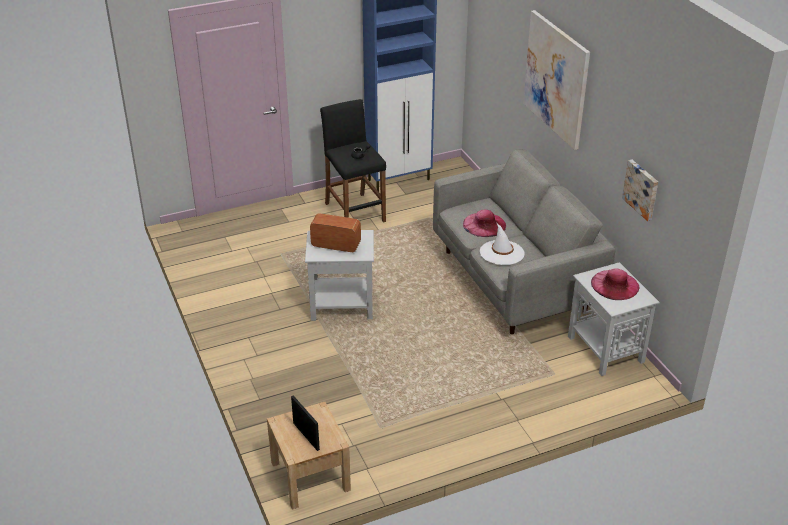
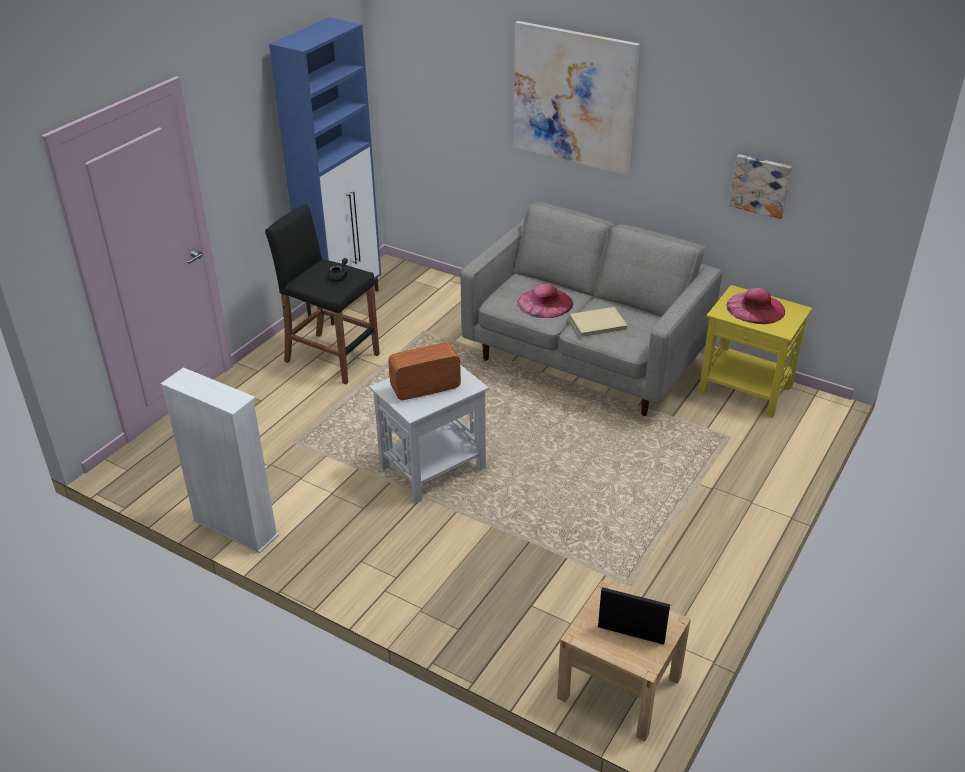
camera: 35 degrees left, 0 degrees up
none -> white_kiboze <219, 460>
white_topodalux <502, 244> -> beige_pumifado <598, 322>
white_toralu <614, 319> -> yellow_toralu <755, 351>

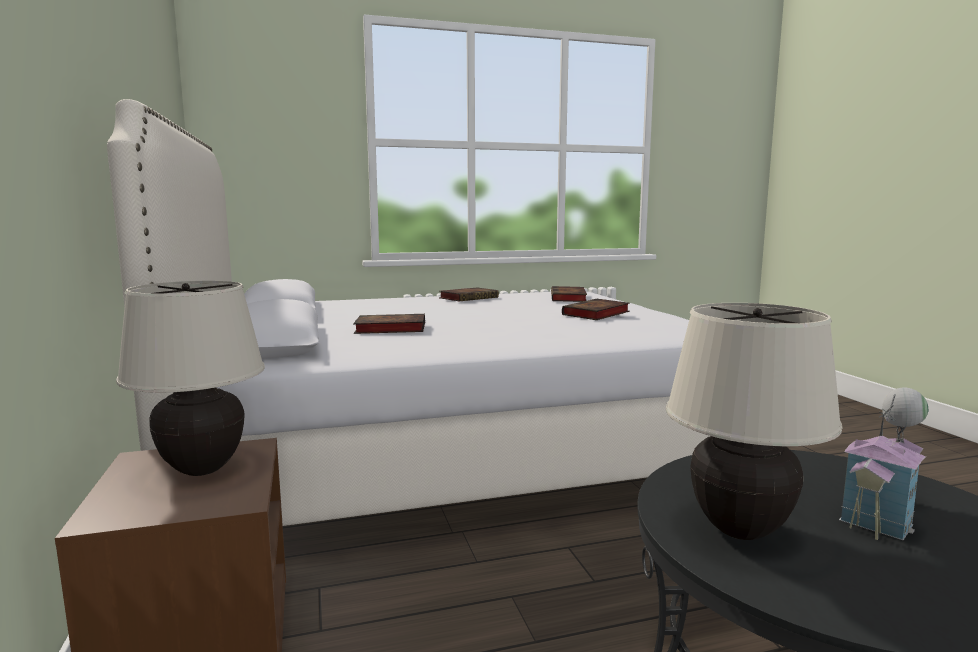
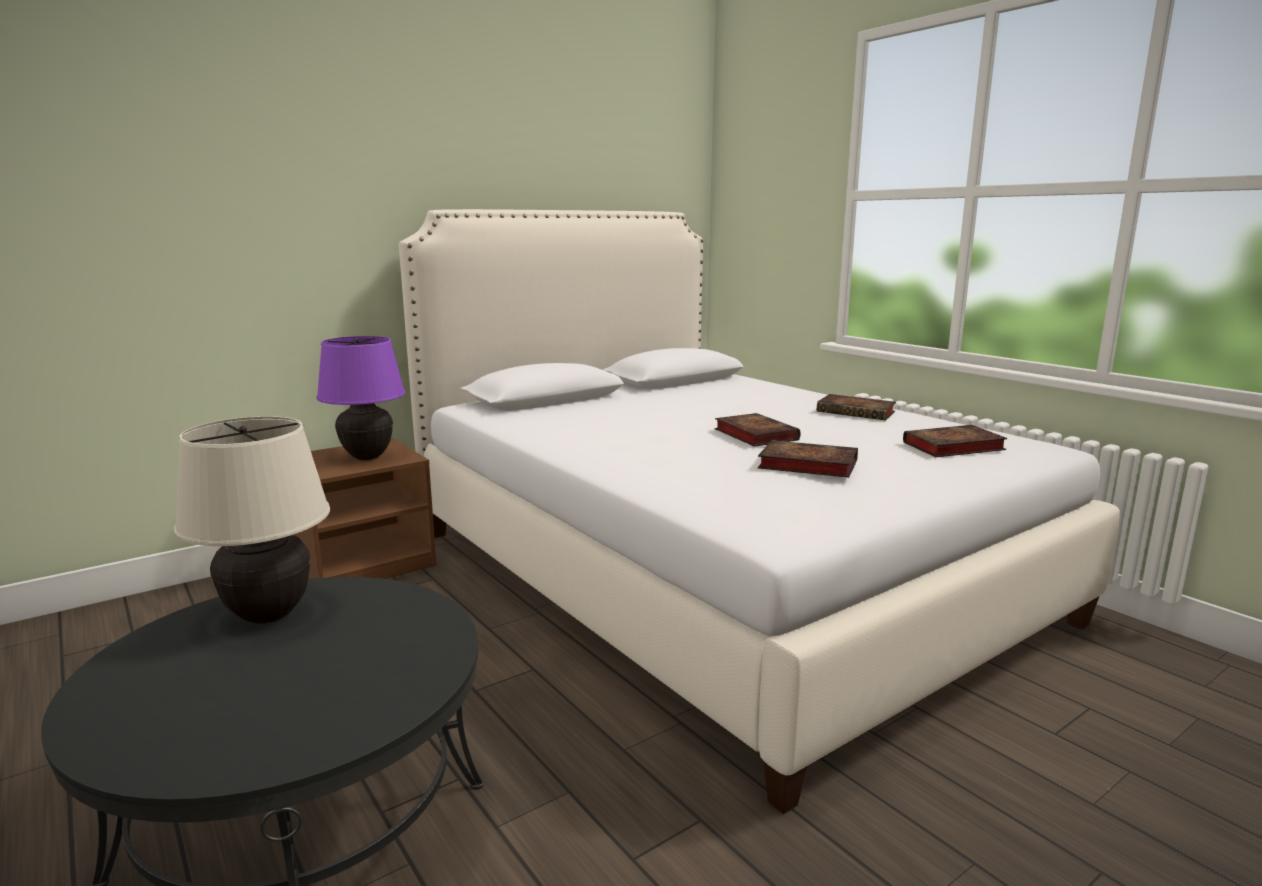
camera: 70 degrees right, 5 degrees up
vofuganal <883, 464> -> none
pumifado <389, 324> -> pumifado <757, 430>, moved
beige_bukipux <190, 378> -> purple_bukipux <360, 398>

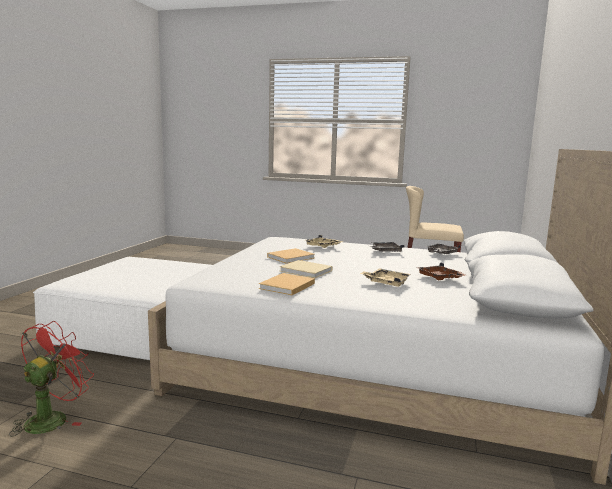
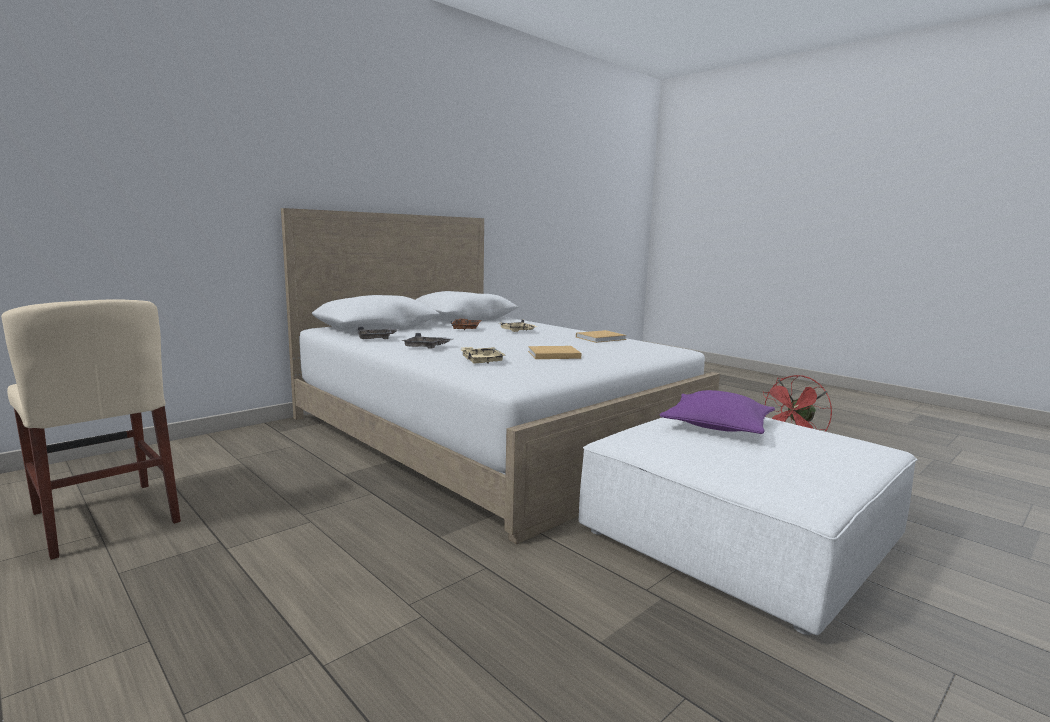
camera: 150 degrees left, 0 degrees up
beige_pumifado <306, 269> -> none
none -> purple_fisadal <717, 412>

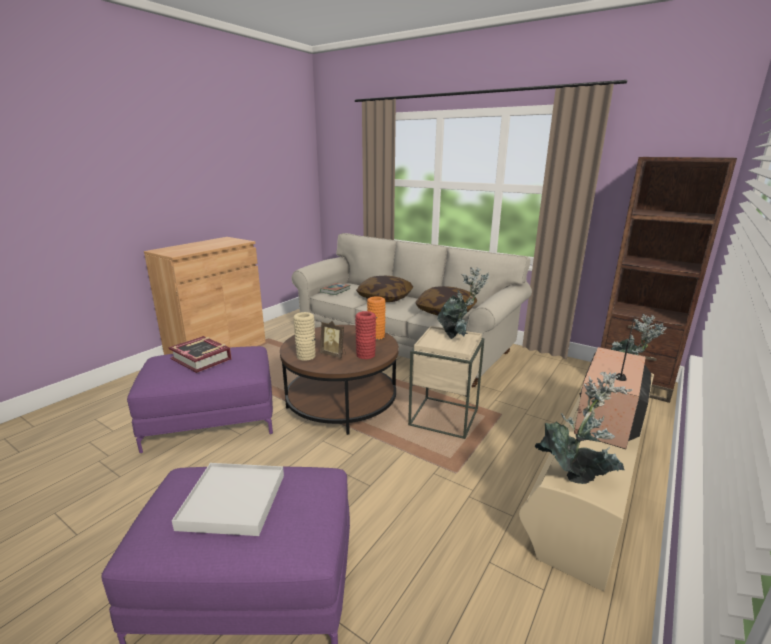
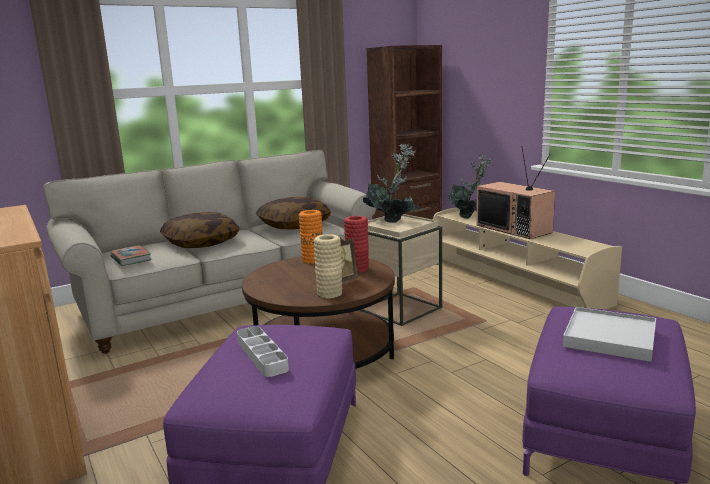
camera: 65 degrees left, 5 degrees down
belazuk <584, 428> -> none
pumifado <200, 354> -> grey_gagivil <263, 351>

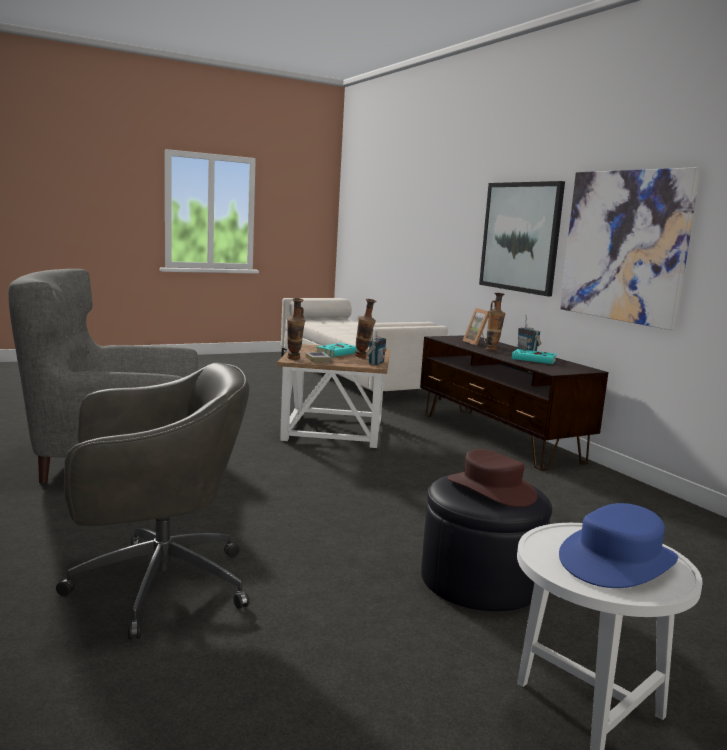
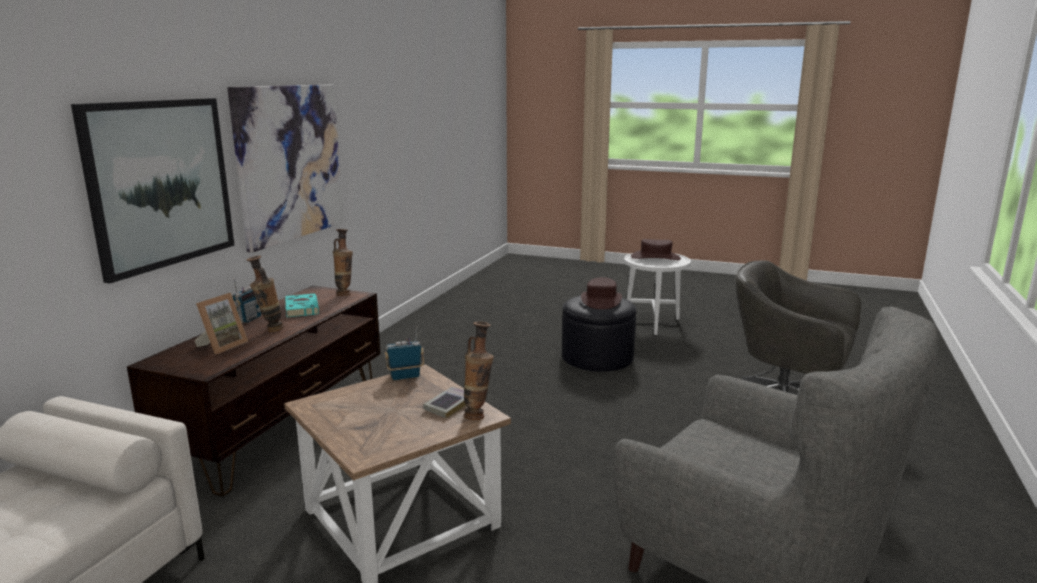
camera: 130 degrees left, 5 degrees up
turquoise_pumifado <337, 350> -> none
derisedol <365, 328> -> derisedol <343, 262>, moved
blue_topodalux <618, 545> -> brown_topodalux <656, 249>

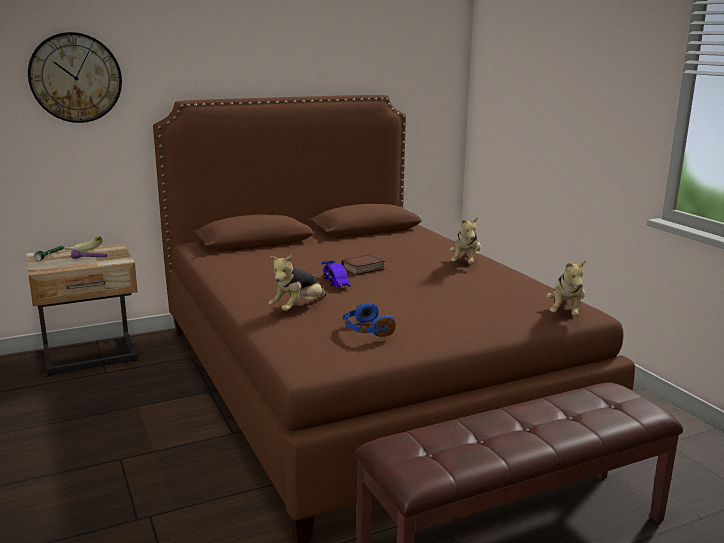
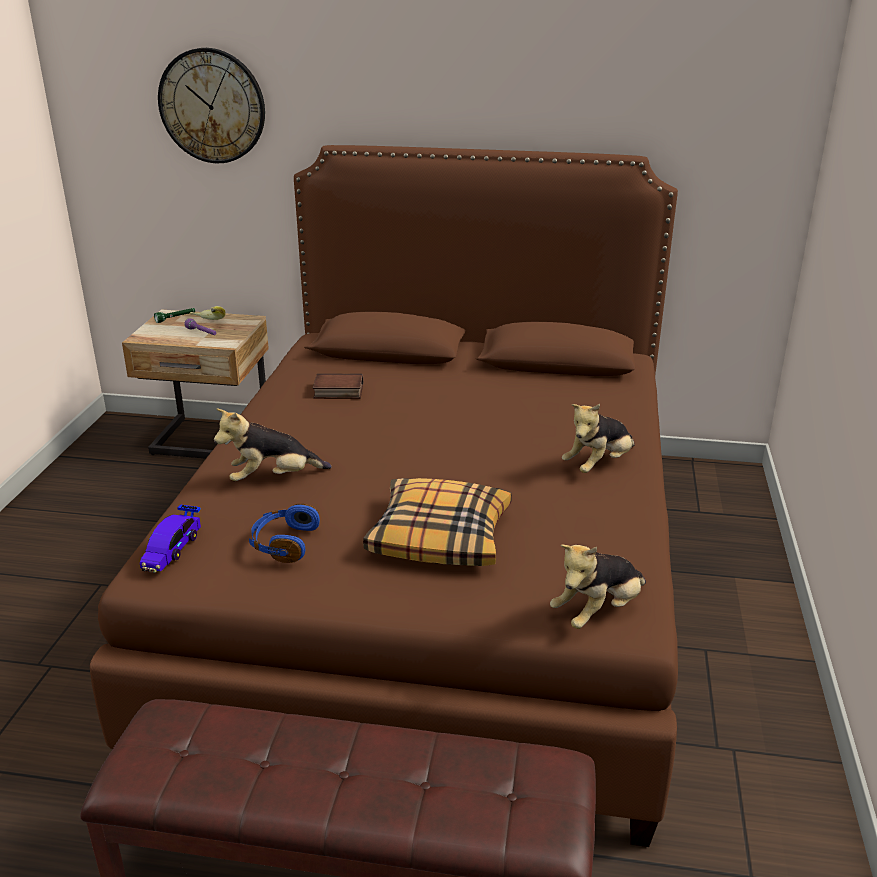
camera: 35 degrees right, 10 degrees up
none -> fisadal <437, 522>
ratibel <336, 274> -> ratibel <170, 538>, moved
pumifado <363, 264> -> pumifado <338, 386>, moved

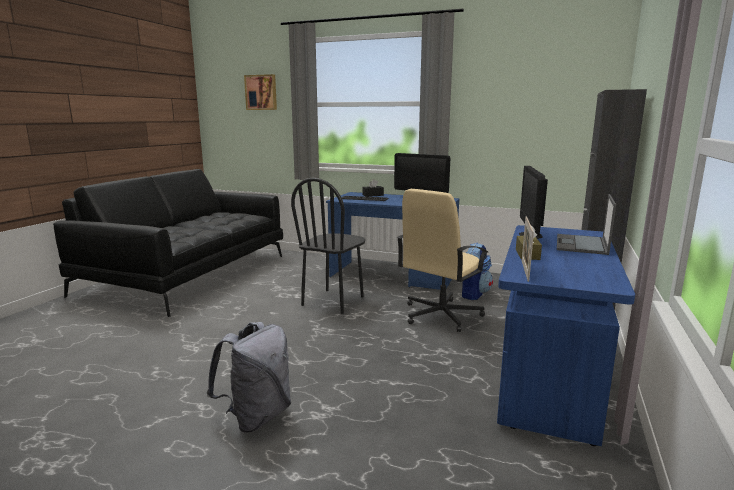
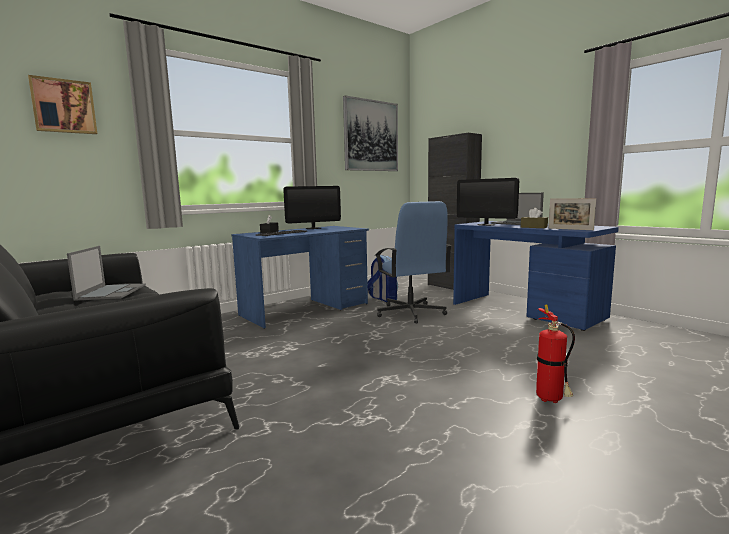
camera: 60 degrees left, 5 degrees down
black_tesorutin <328, 246> -> none
none -> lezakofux <106, 273>
none -> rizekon <370, 133>
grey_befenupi <249, 377> -> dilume <555, 353>
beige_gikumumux <442, 260> -> blue_gikumumux <413, 262>

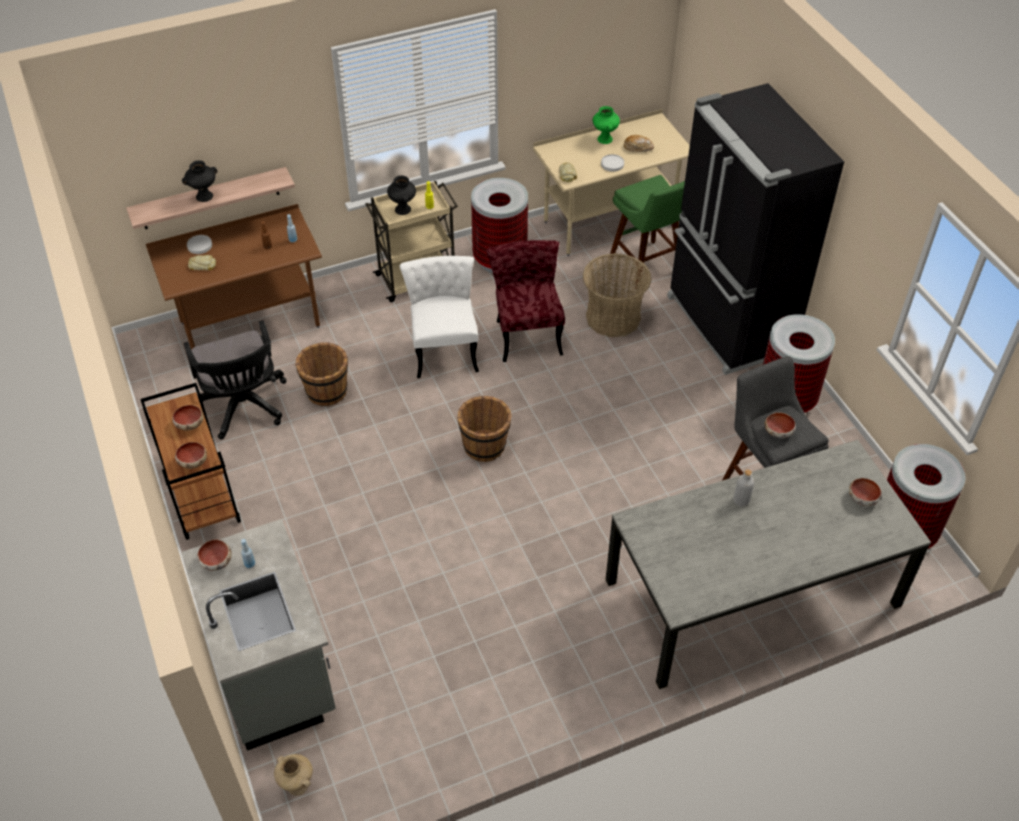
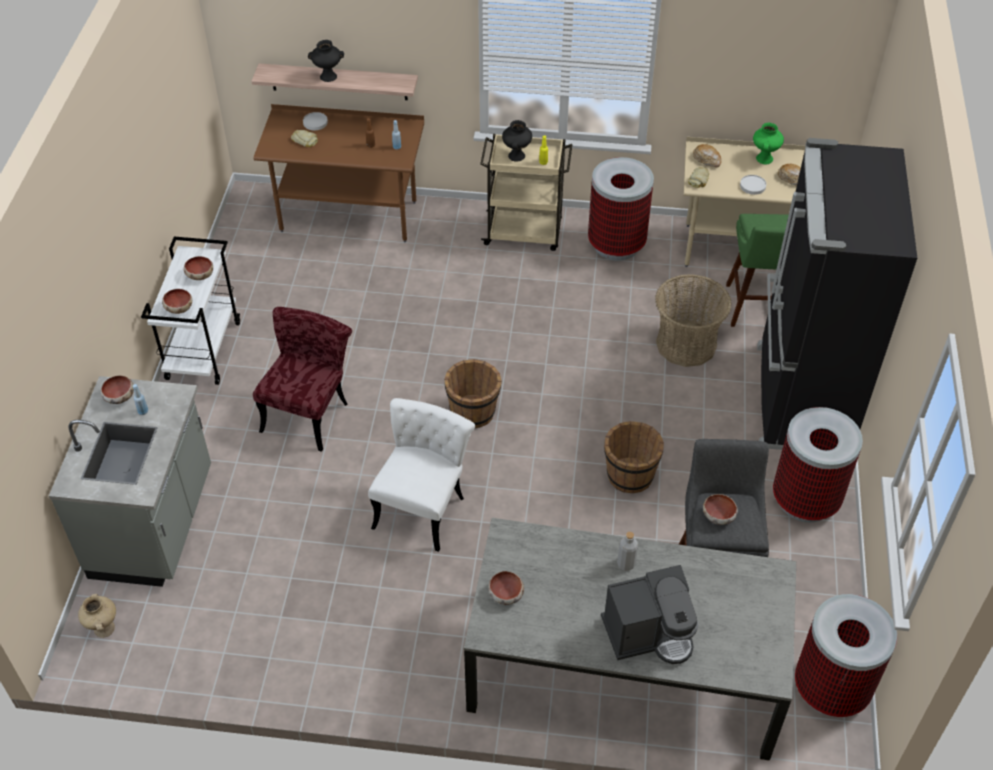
camera: 30 degrees right, 0 degrees up
black_gikumumux <234, 379> -> none
none -> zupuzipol <649, 614>
none -> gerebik <707, 155>
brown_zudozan <321, 374> -> brown_zudozan <634, 457>, moved
white_tesorutin <439, 317> -> white_tesorutin <422, 475>, moved
red_tesorutin <525, 301> -> red_tesorutin <302, 379>, moved
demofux <865, 492> -> demofux <506, 588>, moved
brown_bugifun <190, 461> -> white_bugifun <190, 311>

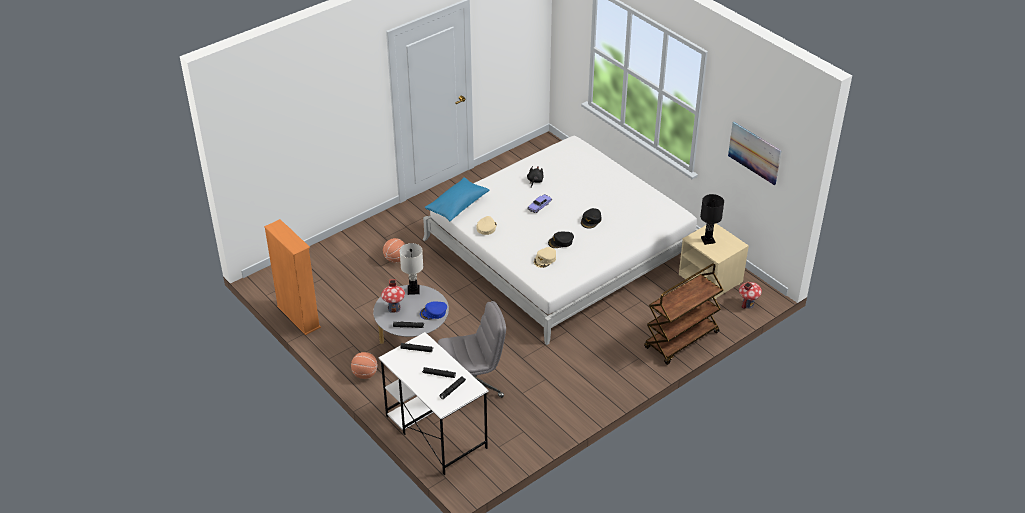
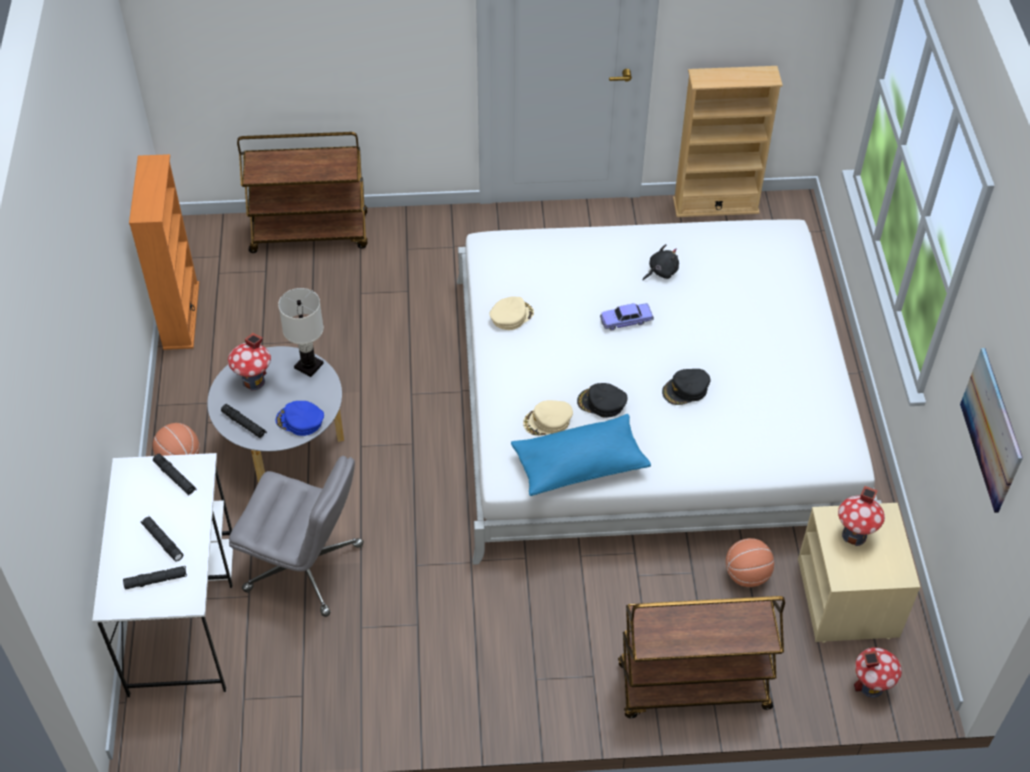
camera: 35 degrees right, 10 degrees up
none -> brown_bugifun <302, 192>
none -> beige_kiboze <728, 141>
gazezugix <394, 250> -> gazezugix <750, 562>, moved
blue_fisadal <457, 199> -> blue_fisadal <581, 455>, moved
black_bukipux <712, 219> -> vofuganal <861, 516>

